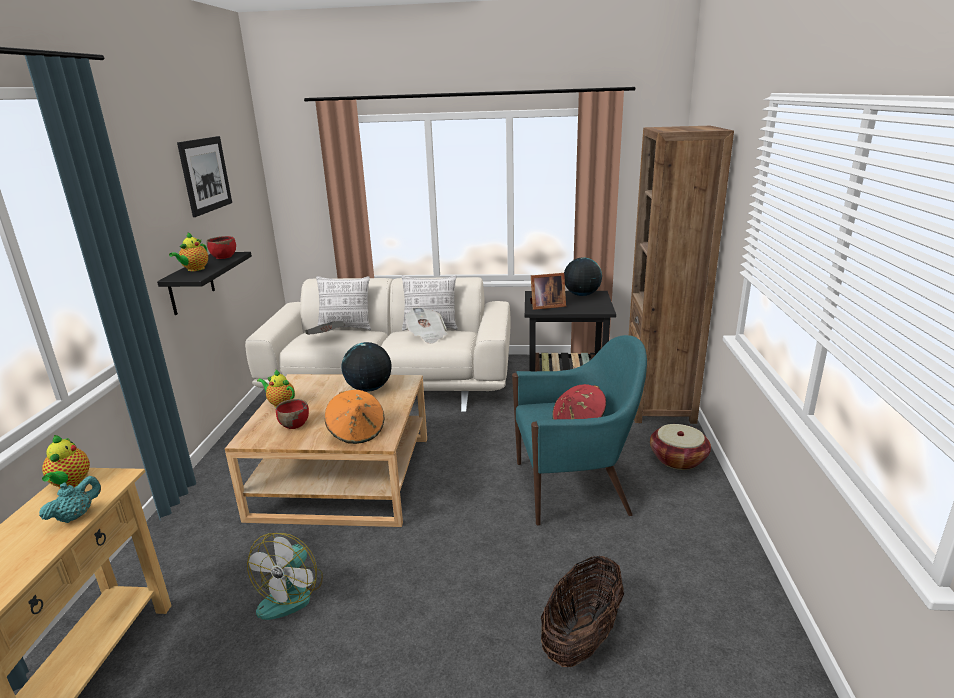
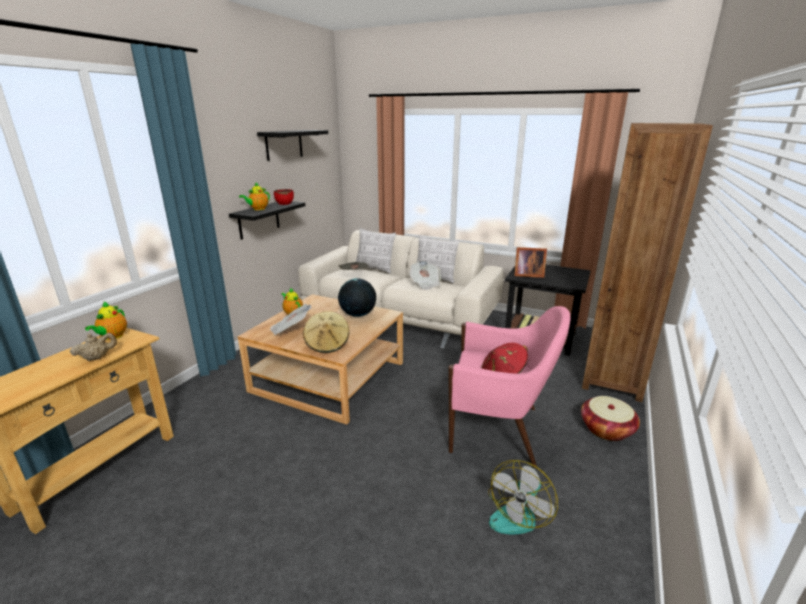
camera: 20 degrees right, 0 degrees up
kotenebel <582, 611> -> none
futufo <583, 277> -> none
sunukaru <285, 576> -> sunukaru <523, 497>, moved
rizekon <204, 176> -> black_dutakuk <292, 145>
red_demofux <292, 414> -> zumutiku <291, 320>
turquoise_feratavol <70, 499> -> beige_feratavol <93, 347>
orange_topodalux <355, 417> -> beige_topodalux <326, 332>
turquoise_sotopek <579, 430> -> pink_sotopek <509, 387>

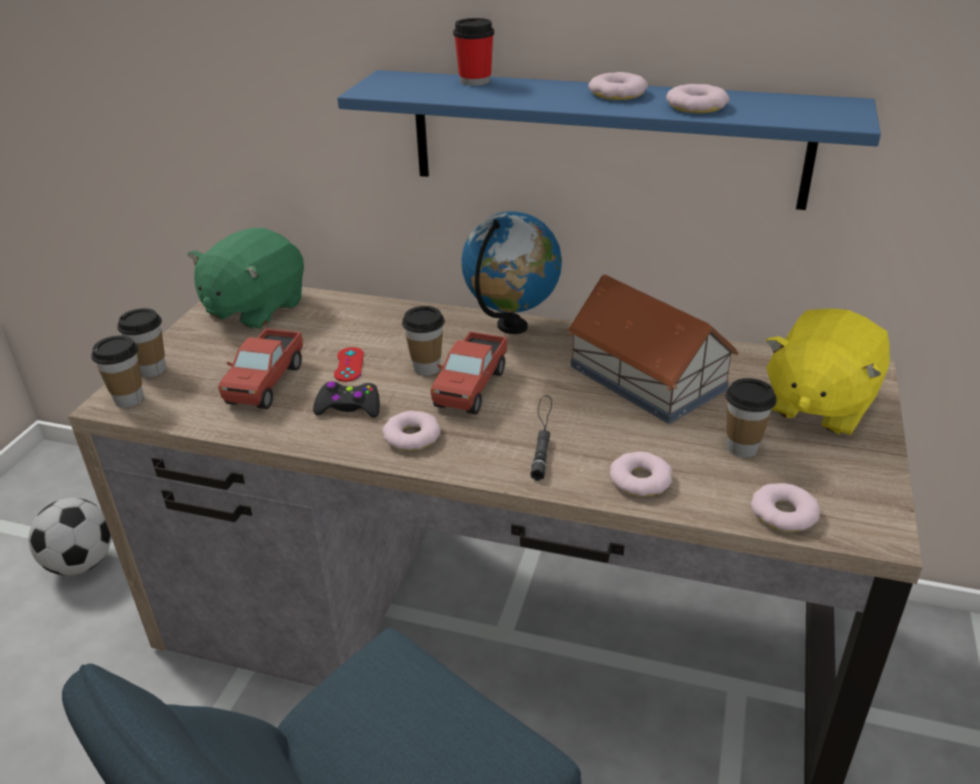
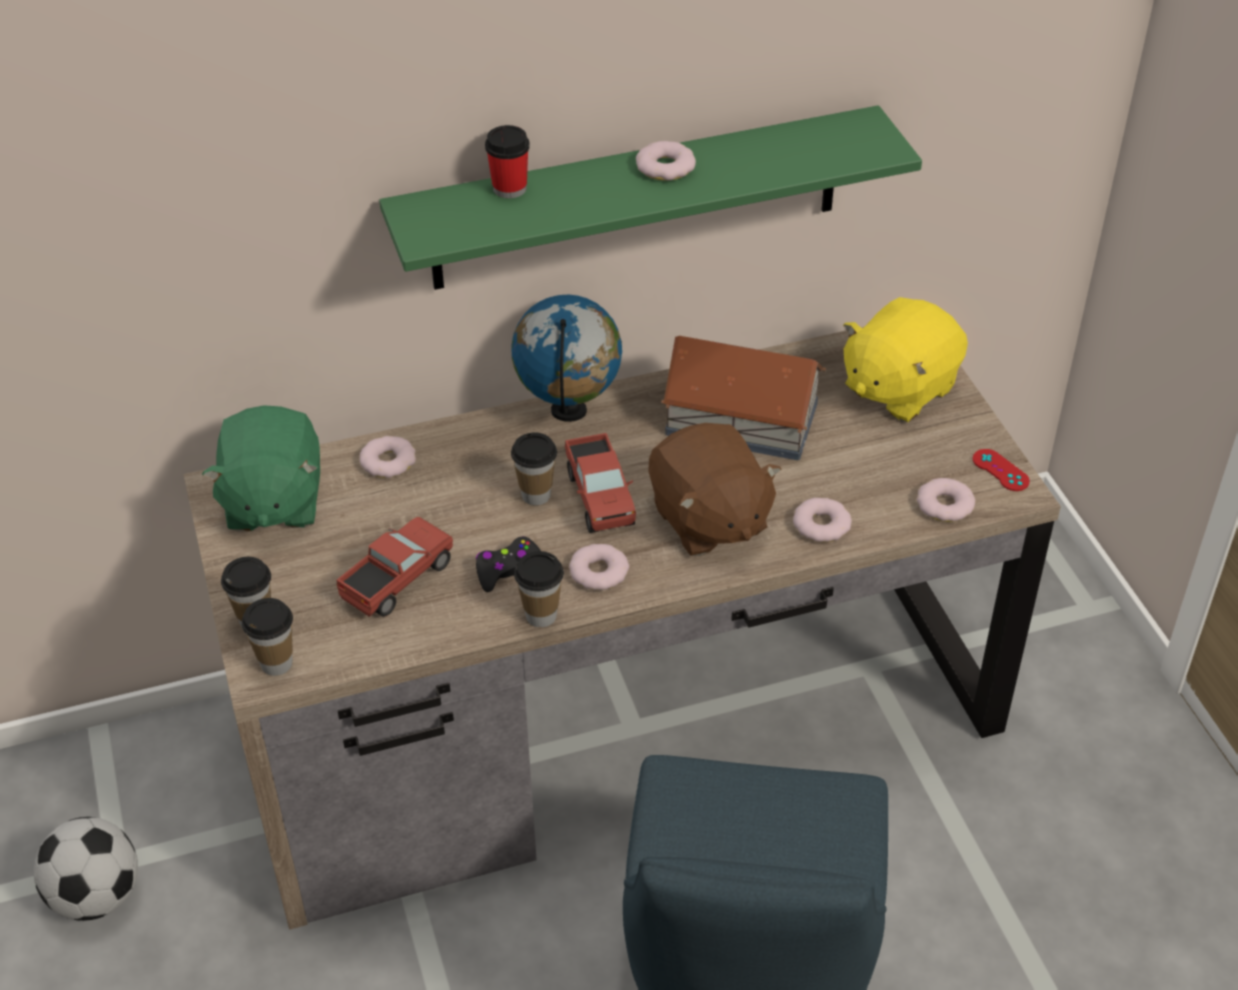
camera: 35 degrees left, 10 degrees up
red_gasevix <349, 364> -> red_gasevix <1001, 470>, moved
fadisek <697, 98> -> fadisek <387, 457>, moved
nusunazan <750, 418> -> nusunazan <539, 589>, moved
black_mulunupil <541, 438> -> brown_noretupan <714, 489>
blue_dutakuk <609, 140> -> green_dutakuk <650, 197>
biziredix <260, 368> -> biziredix <394, 567>, 120 degrees counterclockwise
yellow_noretupan <827, 371> -> yellow_noretupan <905, 359>, 45 degrees clockwise

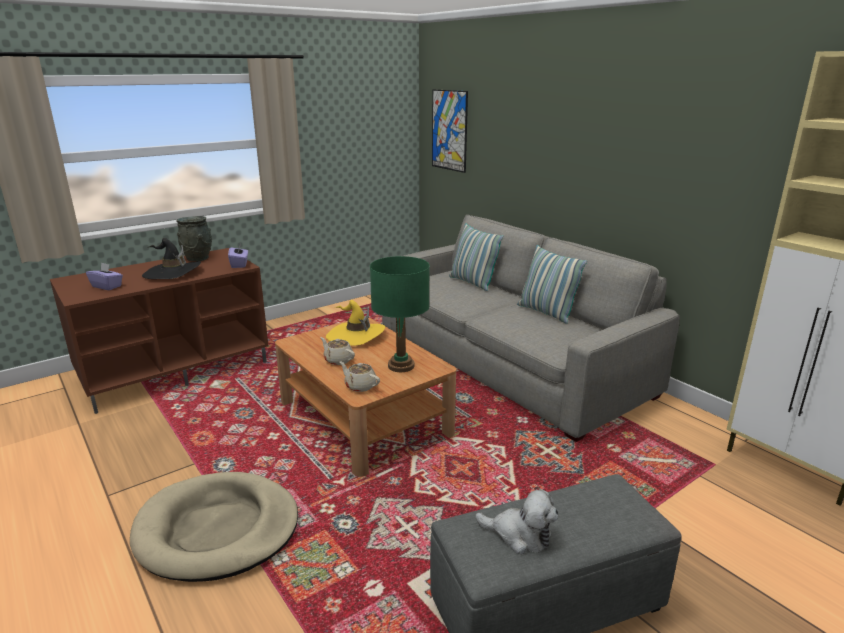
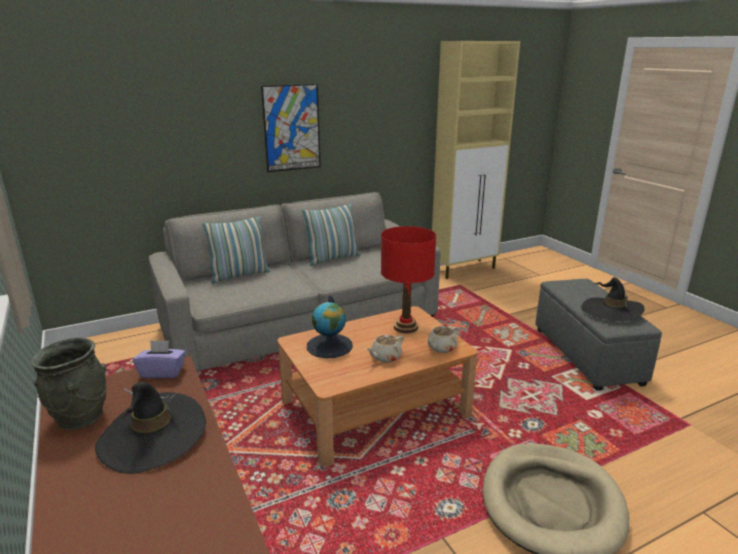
camera: 80 degrees left, 0 degrees up
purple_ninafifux <104, 276> -> none
rizekon <450, 131> -> rizekon <291, 128>, moved
yellow_topodalux <355, 323> -> futufo <330, 327>
noretupan <516, 522> -> black_topodalux <613, 299>
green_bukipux <400, 314> -> red_bukipux <409, 279>

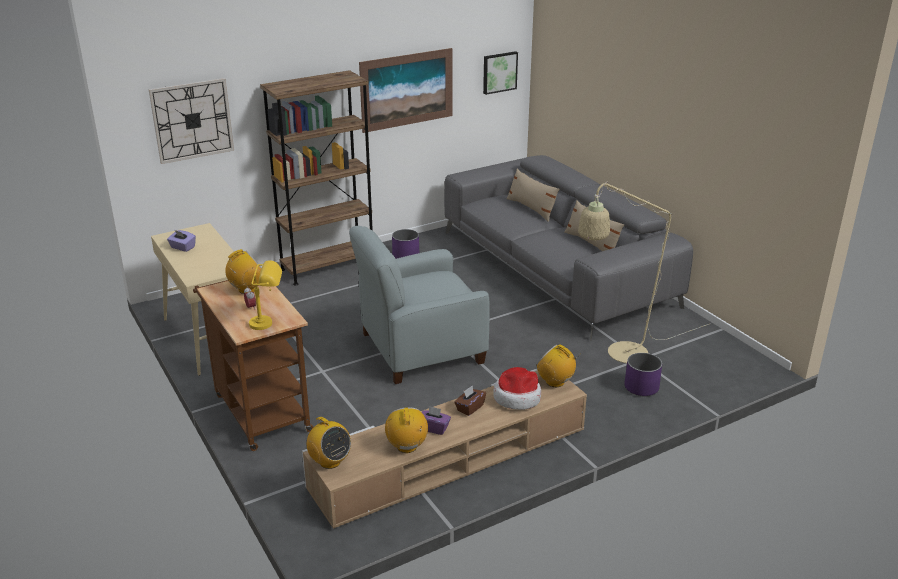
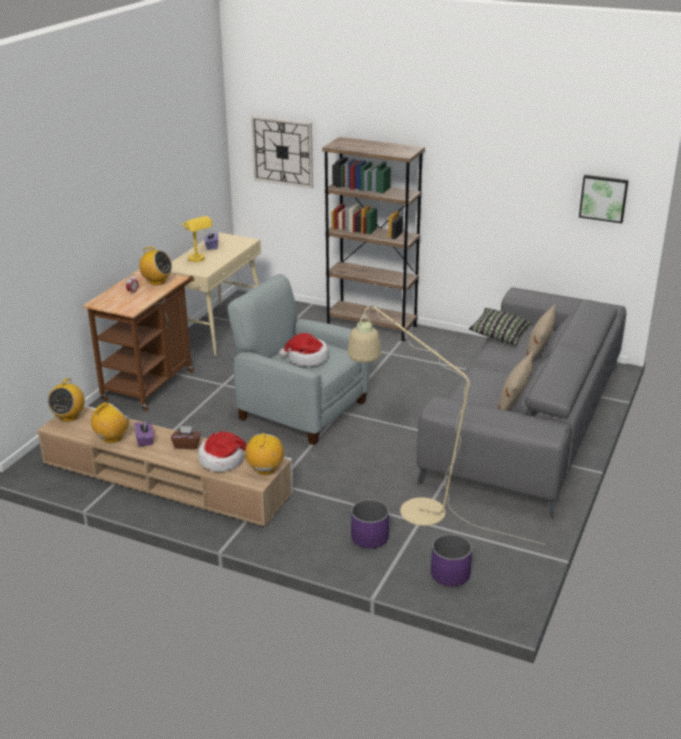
camera: 55 degrees right, 0 degrees up
rizekon <406, 90> -> none
none -> topodalux <304, 350>
none -> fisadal <500, 326>
yellow_bukipux <265, 295> -> yellow_bukipux <197, 239>, moved
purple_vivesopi <405, 244> -> purple_vivesopi <451, 560>, moved

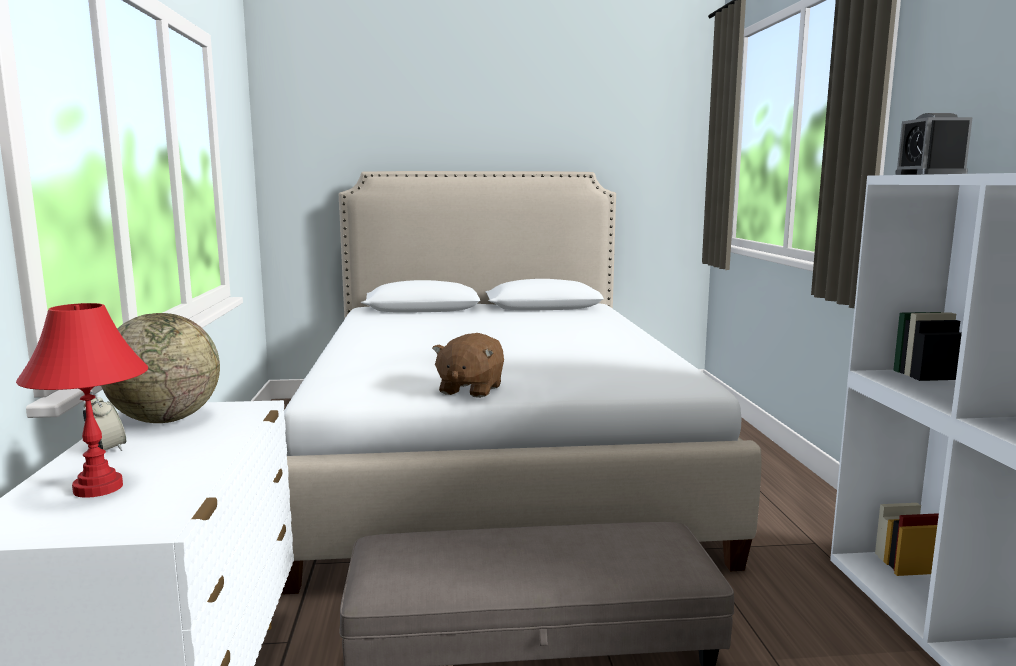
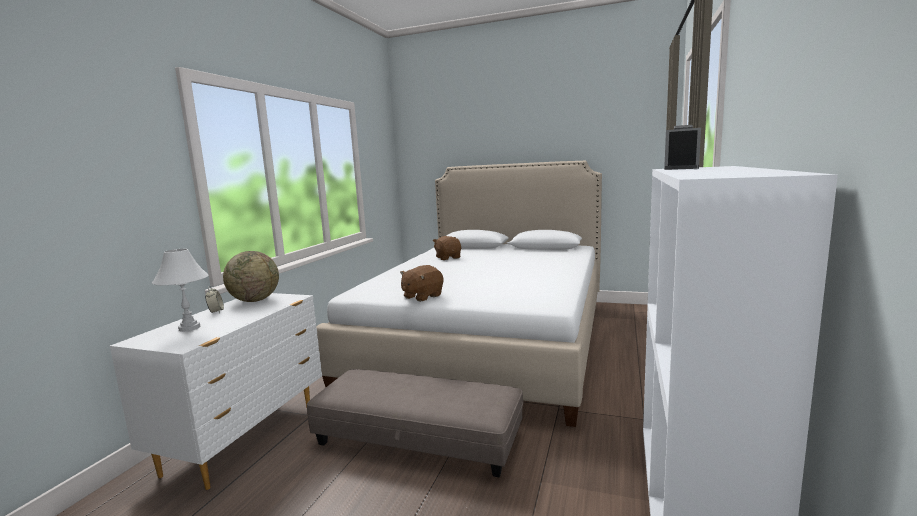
camera: 25 degrees right, 0 degrees up
none -> brown_noretupan <447, 248>
red_bukipux <82, 400> -> white_bukipux <180, 290>

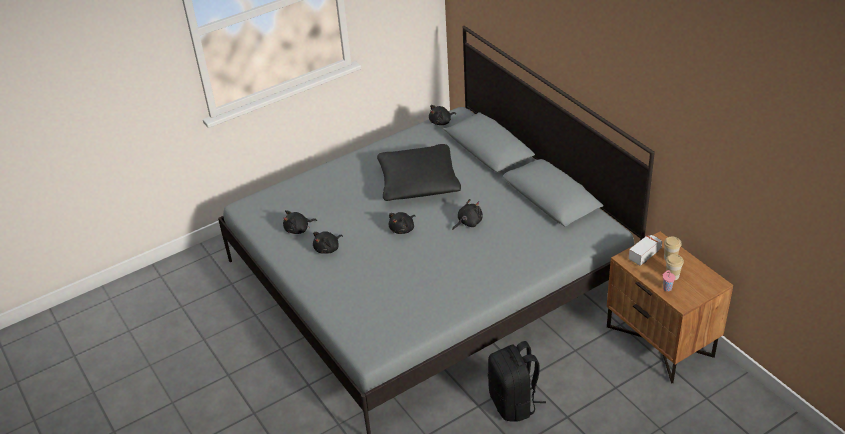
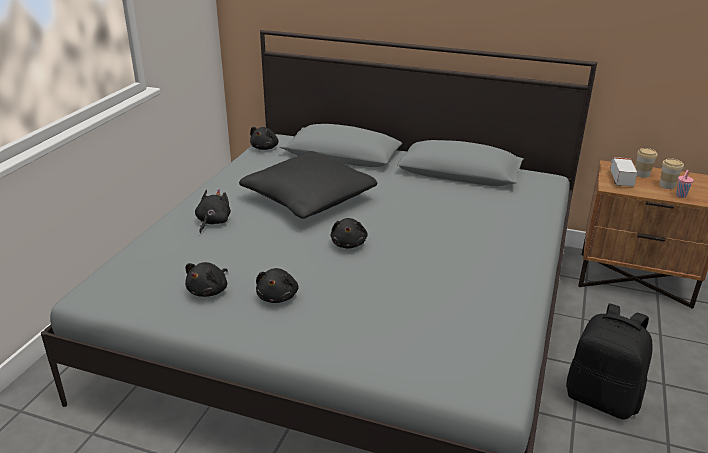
camera: 40 degrees left, 10 degrees down
black_noretupan <467, 214> -> black_noretupan <213, 211>, moved

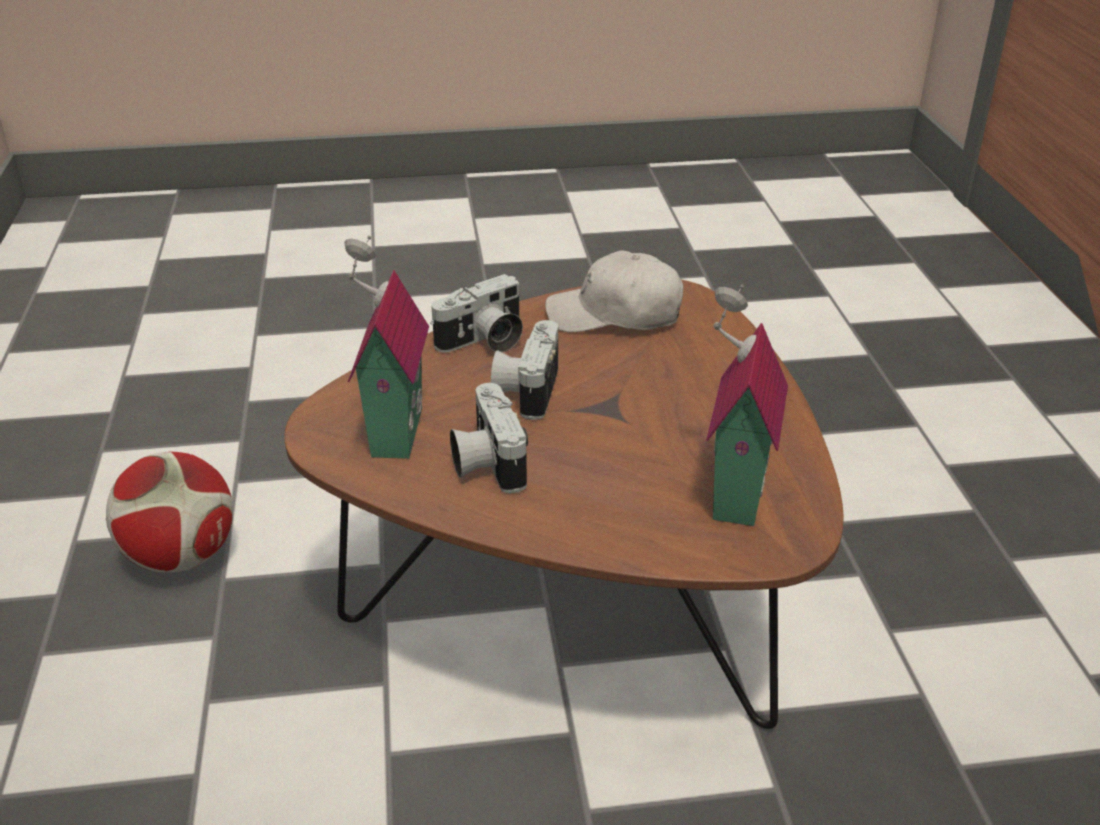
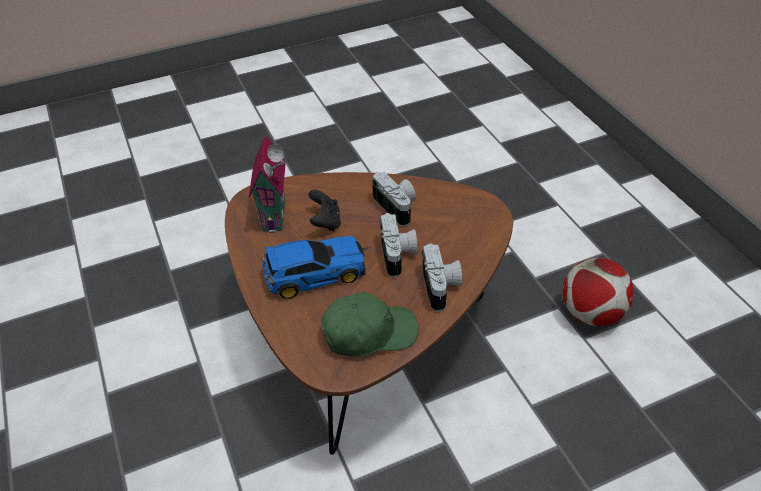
camera: 165 degrees right, 10 degrees up
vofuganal <386, 347> -> none
none -> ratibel <314, 267>
none -> black_gasevix <324, 210>
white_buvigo <614, 291> -> green_buvigo <369, 324>
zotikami <476, 313> -> zotikami <442, 277>, 135 degrees clockwise

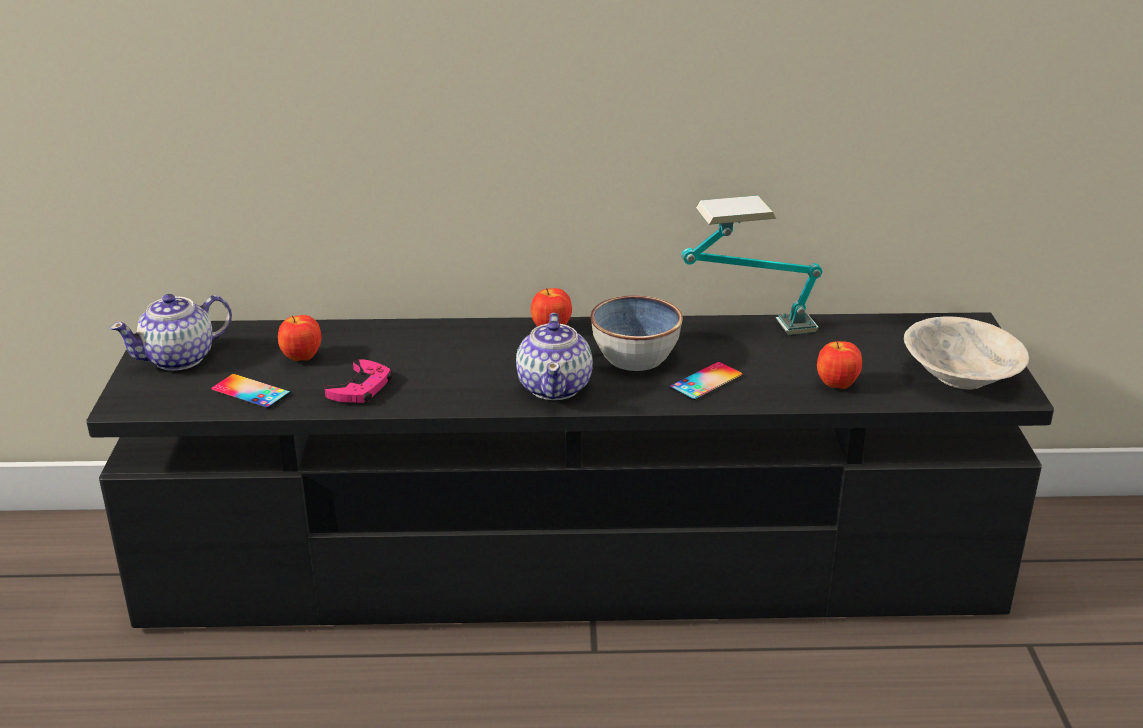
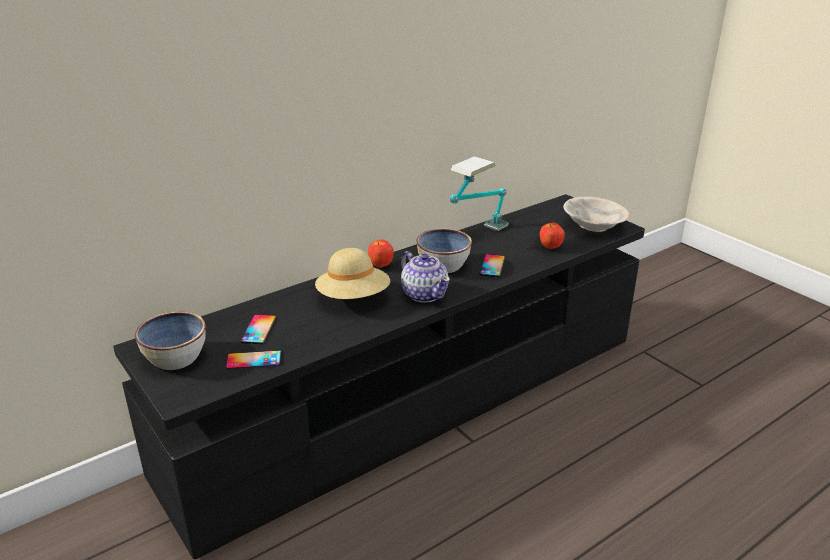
camera: 35 degrees left, 0 degrees up
pink_gasevix <359, 381> -> none
none -> beige_topodalux <352, 273>
feratavol <170, 332> -> demofux <170, 340>
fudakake <300, 338> -> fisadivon <258, 329>

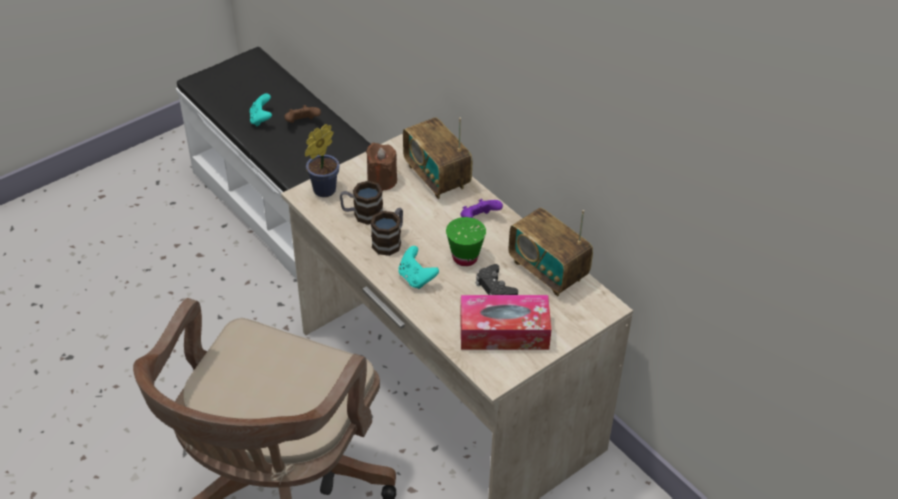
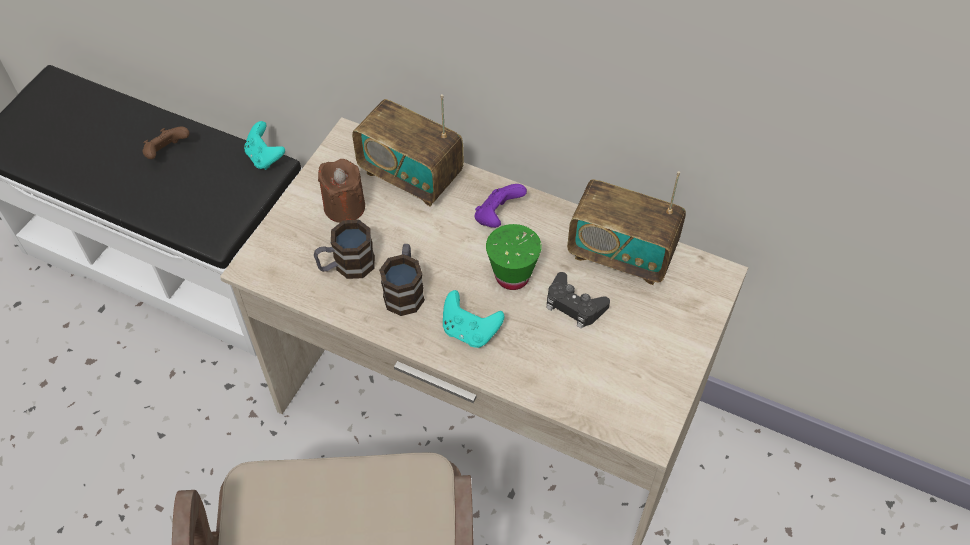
camera: 25 degrees left, 10 degrees up
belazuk <322, 160> -> none
ninafifux <505, 322> -> none
turquoise_gasevix <261, 109> -> turquoise_gasevix <264, 145>, moved

